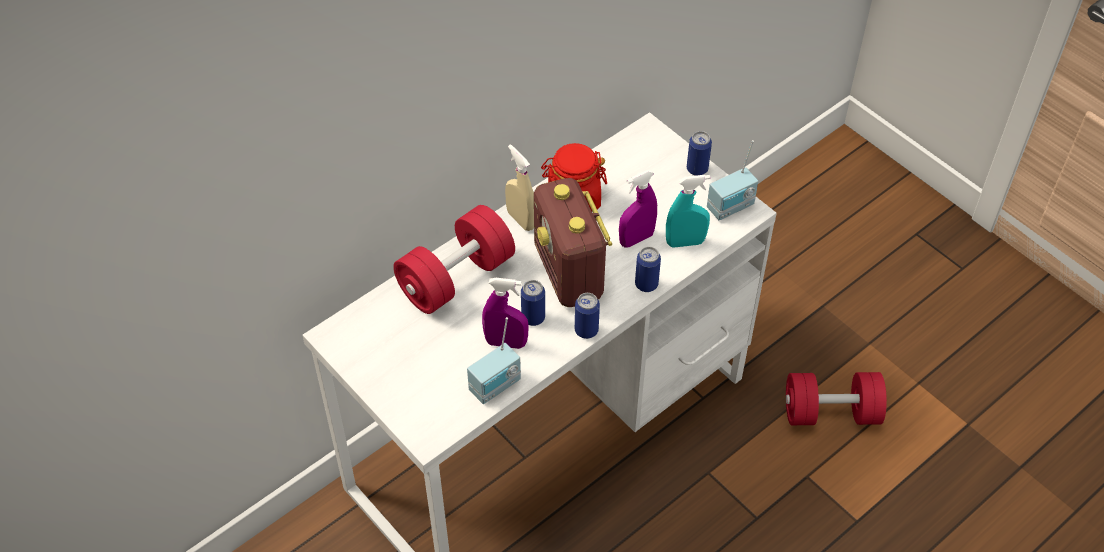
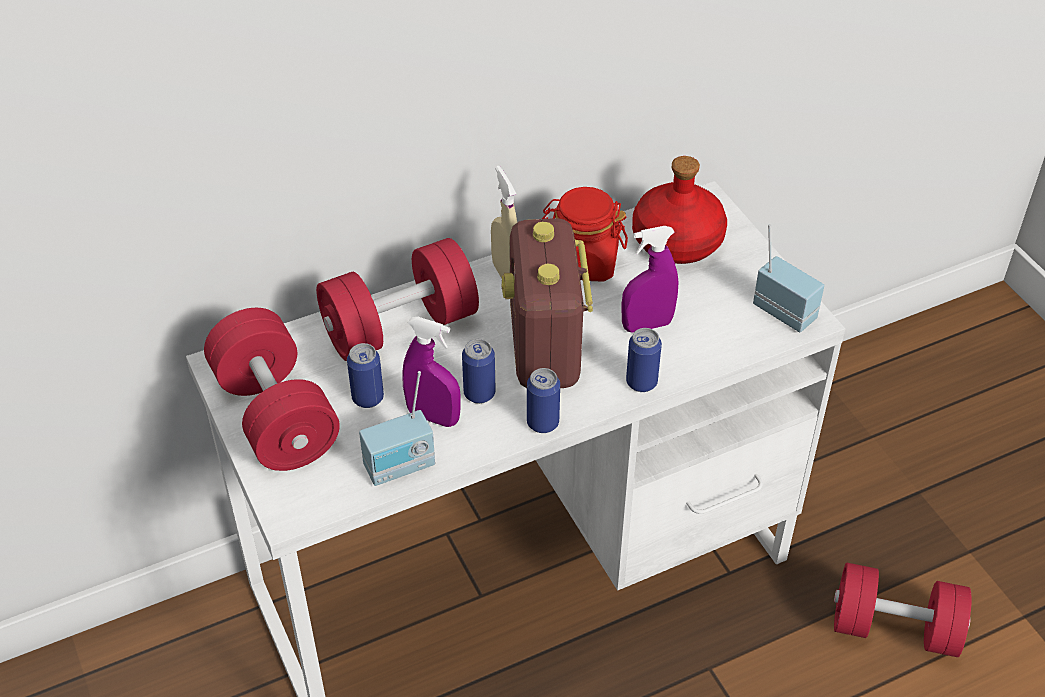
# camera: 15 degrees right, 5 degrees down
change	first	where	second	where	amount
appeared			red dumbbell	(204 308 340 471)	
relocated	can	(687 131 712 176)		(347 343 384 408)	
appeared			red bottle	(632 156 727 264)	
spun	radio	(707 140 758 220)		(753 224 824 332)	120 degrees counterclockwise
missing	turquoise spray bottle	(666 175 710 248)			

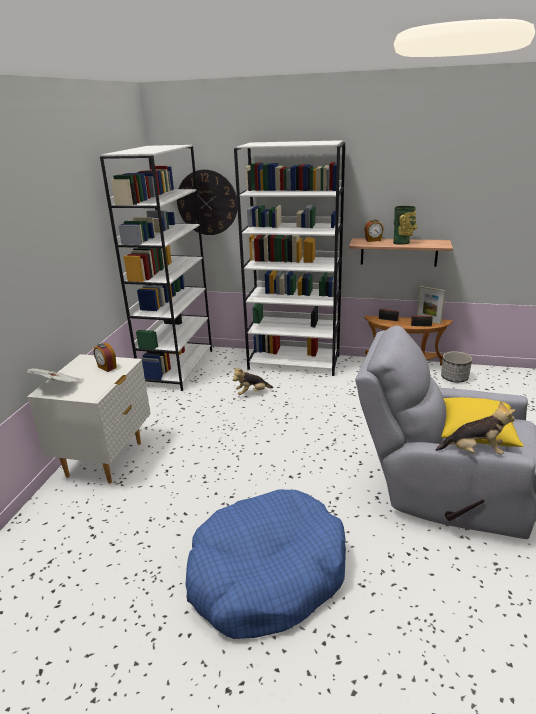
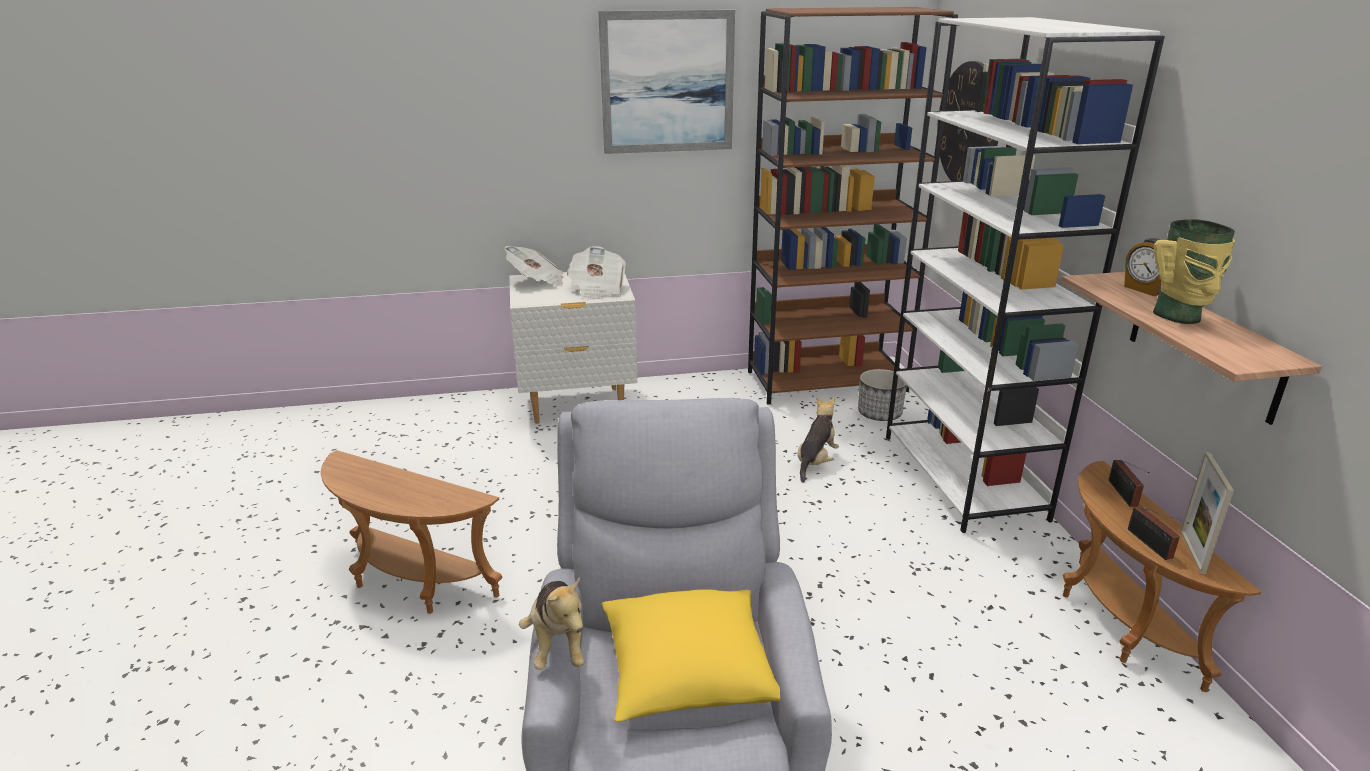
# camera: 65 degrees right, 0 degrees up
change	first	where	second	where	amount
exchanged	blue dog bed	(185 490 346 639)	brown side table	(321 450 502 614)	
exchanged	alarm clock	(93 343 117 372)	newspaper	(567 246 626 300)	
appeared			picture	(598 10 735 154)	
colour	white bookcase	(100 145 212 391)	brown bookcase	(748 7 958 405)	
spun	plush toy	(233 368 273 395)		(797 398 839 483)	75 degrees clockwise
relocated	planter	(441 351 472 383)		(858 369 907 421)	

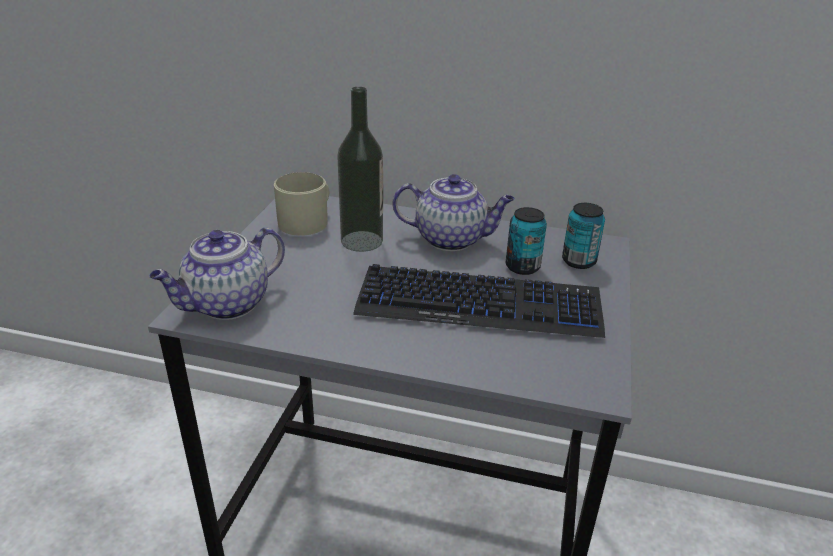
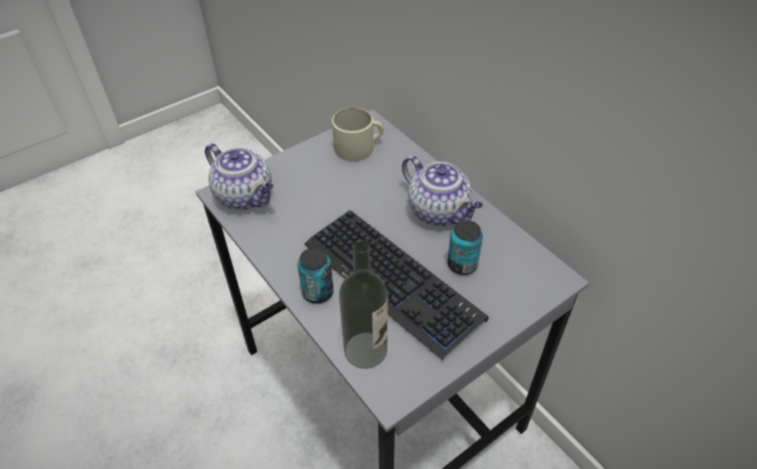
# camera: 40 degrees right, 15 degrees up
change	first	where	second	where	amount
spun	teapot	(149 228 285 320)		(205 143 273 210)	135 degrees counterclockwise
relocated	can	(562 203 605 269)		(297 248 334 304)	
relocated	bottle	(337 87 383 252)		(339 240 388 369)	

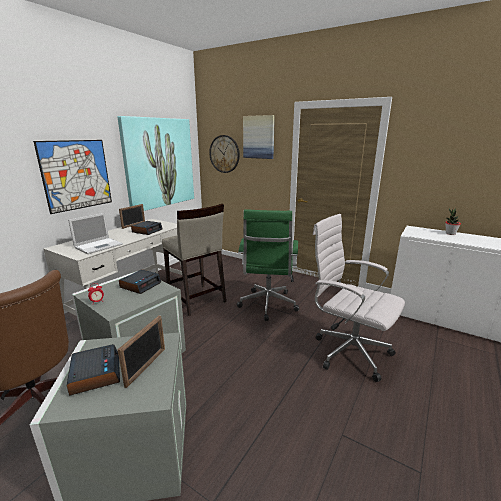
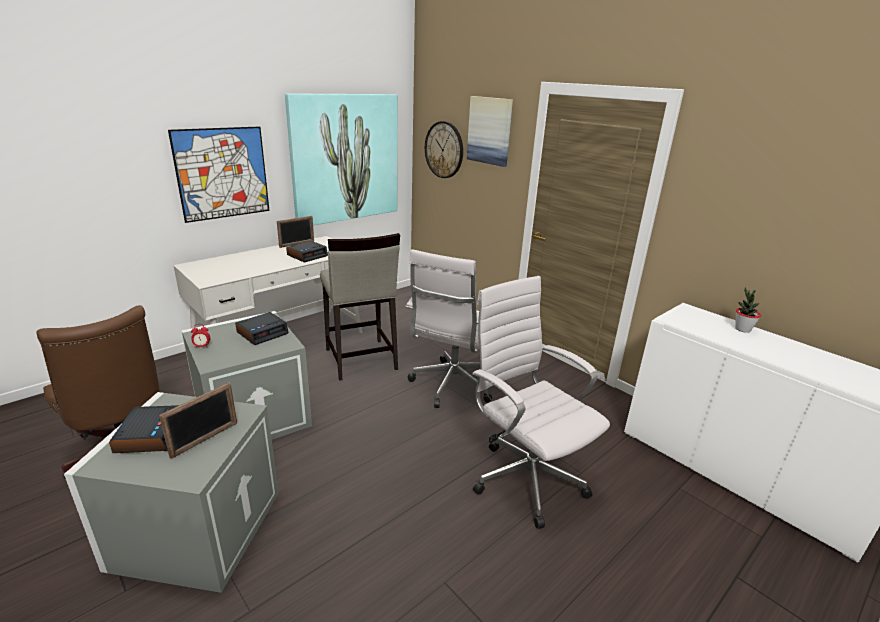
# camera: 15 degrees right, 5 degrees up
change	first	where	second	where	amount
colour	green office chair	(237 209 299 321)	white office chair	(405 249 492 408)	
missing	laptop	(68 213 123 254)			

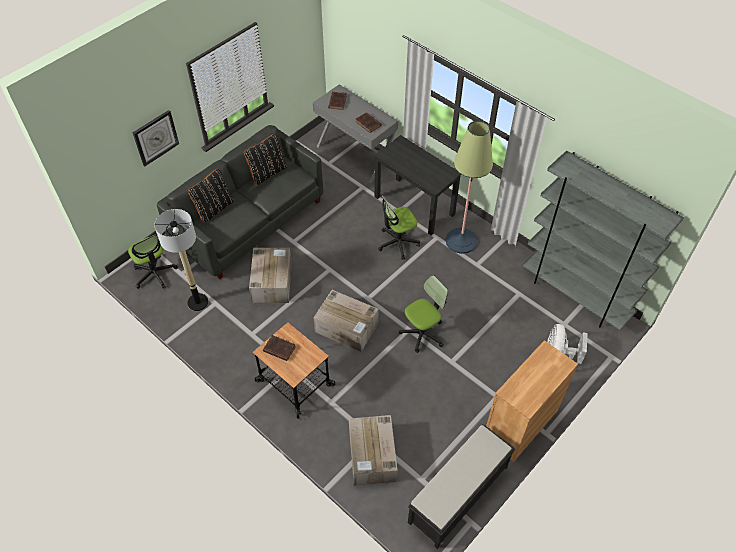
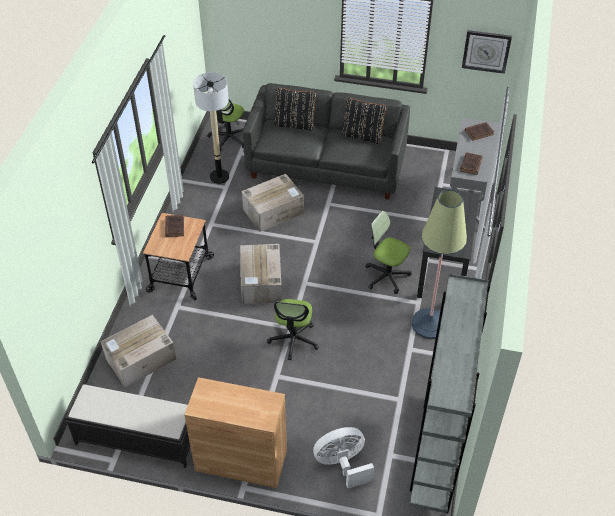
# camera: 60 degrees right, 5 degrees down
change	first	where	second	where	amount
spun	office chair	(399 275 448 353)		(267 299 319 360)	75 degrees clockwise
relocated	wall clock	(133 110 179 166)		(462 30 512 74)	

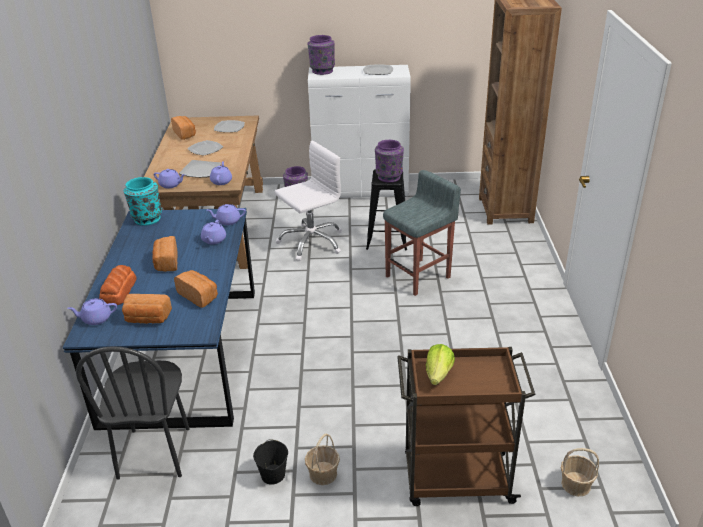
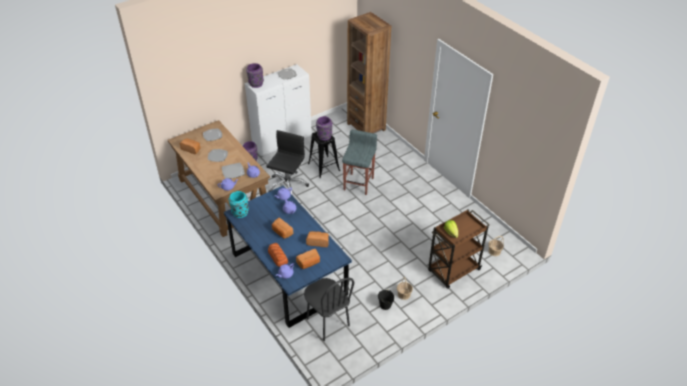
# camera: 35 degrees left, 10 degrees up
change	first	where	second	where	amount
colour	white office chair	(274 140 342 261)	black office chair	(266 130 309 196)	

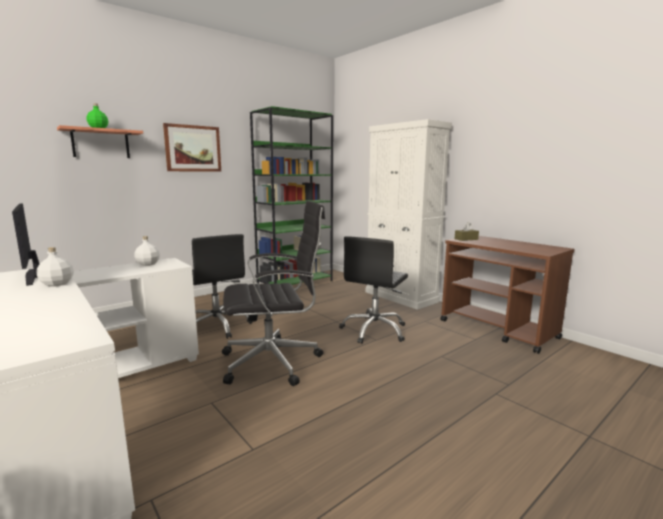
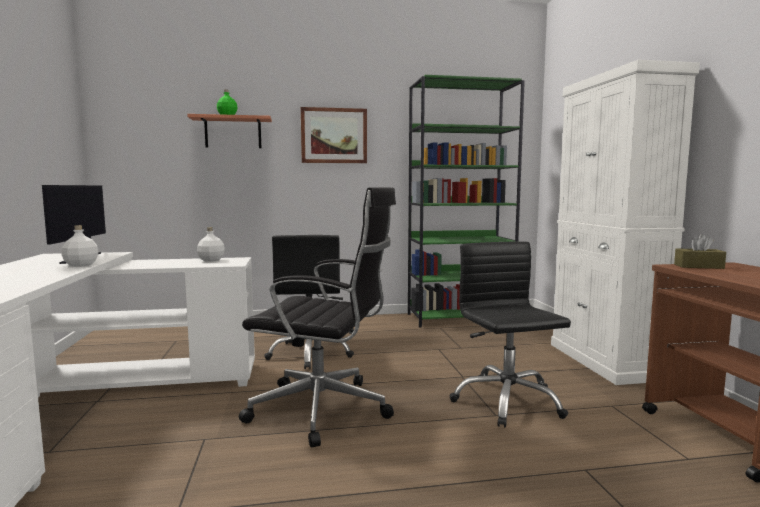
# camera: 30 degrees right, 5 degrees down
change	first	where	second	where	amount
spun	black office chair	(339 236 408 344)		(450 241 571 428)	105 degrees clockwise

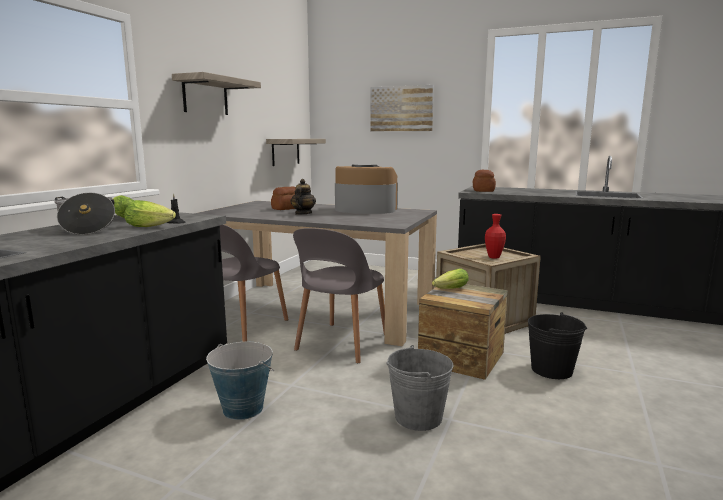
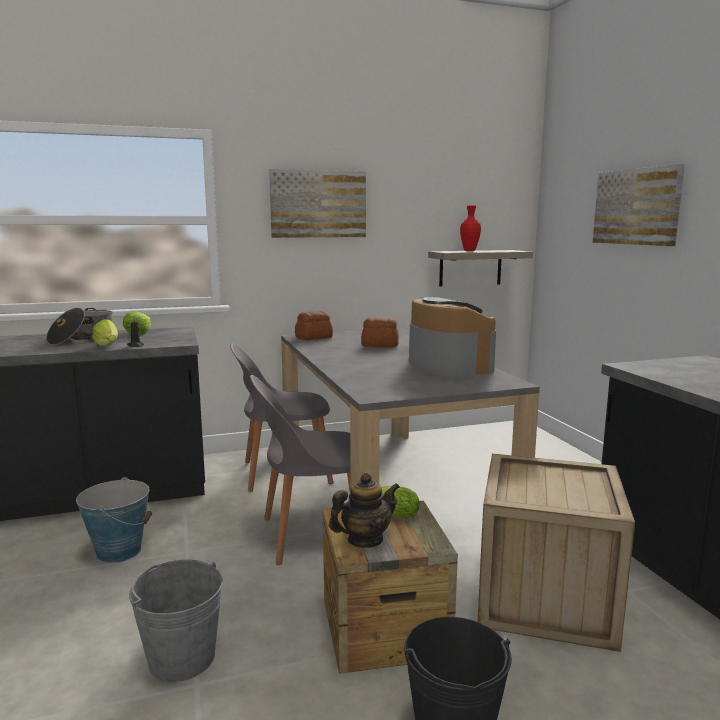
# camera: 50 degrees right, 0 degrees up
change	first	where	second	where	amount
exchanged	shelf	(172 72 261 115)	picture	(269 169 366 238)	
relocated	bread	(473 170 496 192)		(295 311 333 340)	
relocated	teapot	(290 179 316 215)		(329 472 400 548)	
relocated	red vase	(485 214 506 259)		(460 205 481 251)	

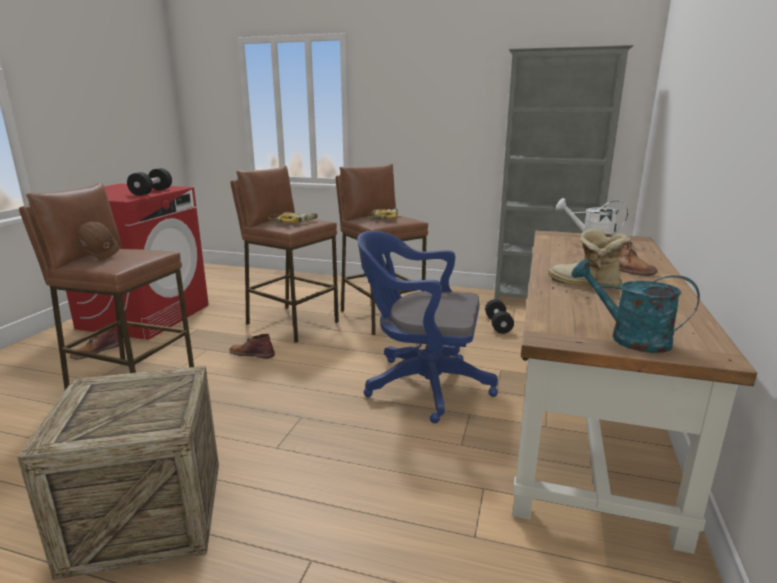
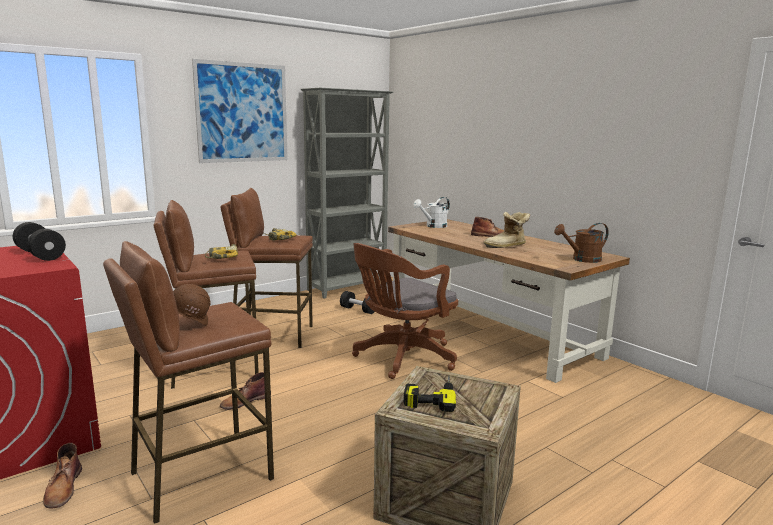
# camera: 55 degrees left, 5 degrees down
change	first	where	second	where	amount
appeared			picture	(192 59 288 163)	
colour	blue office chair	(357 231 498 423)	brown office chair	(352 243 458 379)	
appeared			power drill	(404 375 456 412)	
colour	turquoise watering can	(571 259 700 353)	brown watering can	(554 223 609 263)	

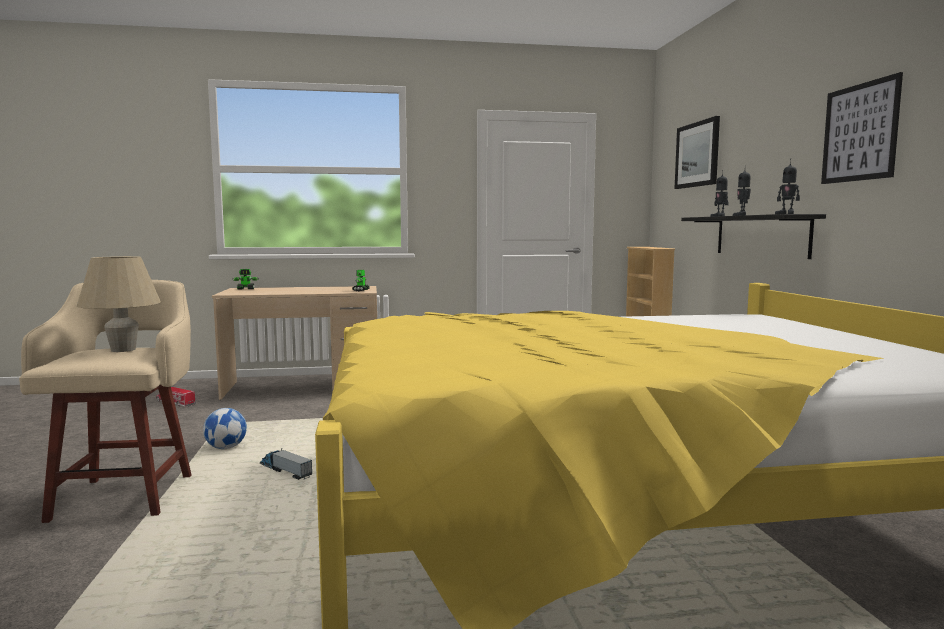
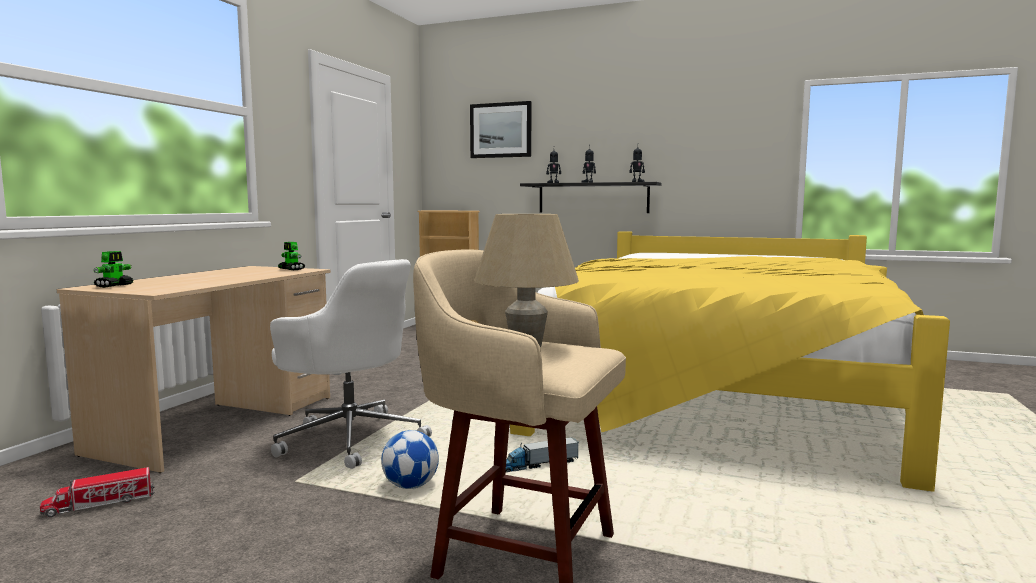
# camera: 60 degrees left, 0 degrees up
change	first	where	second	where	amount
appeared			white office chair	(270 259 432 469)	
missing	picture	(821 72 903 184)			

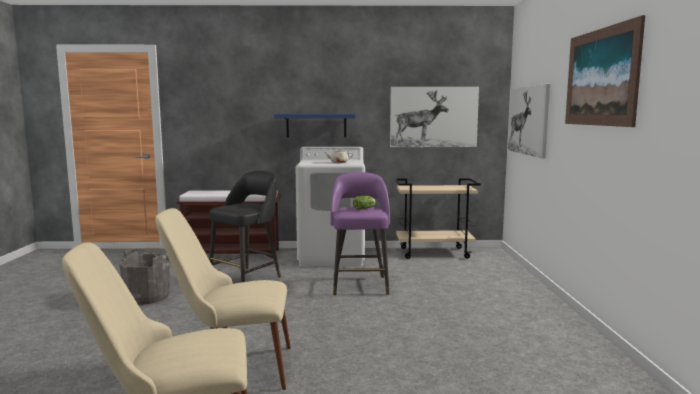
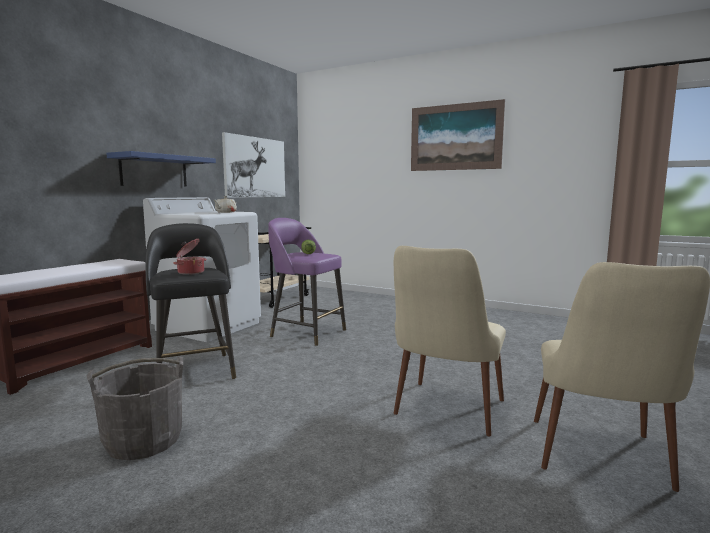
# camera: 60 degrees left, 0 degrees up
change	first	where	second	where	amount
appeared			cooking pot	(173 239 207 275)	
missing	picture	(508 84 550 158)			

